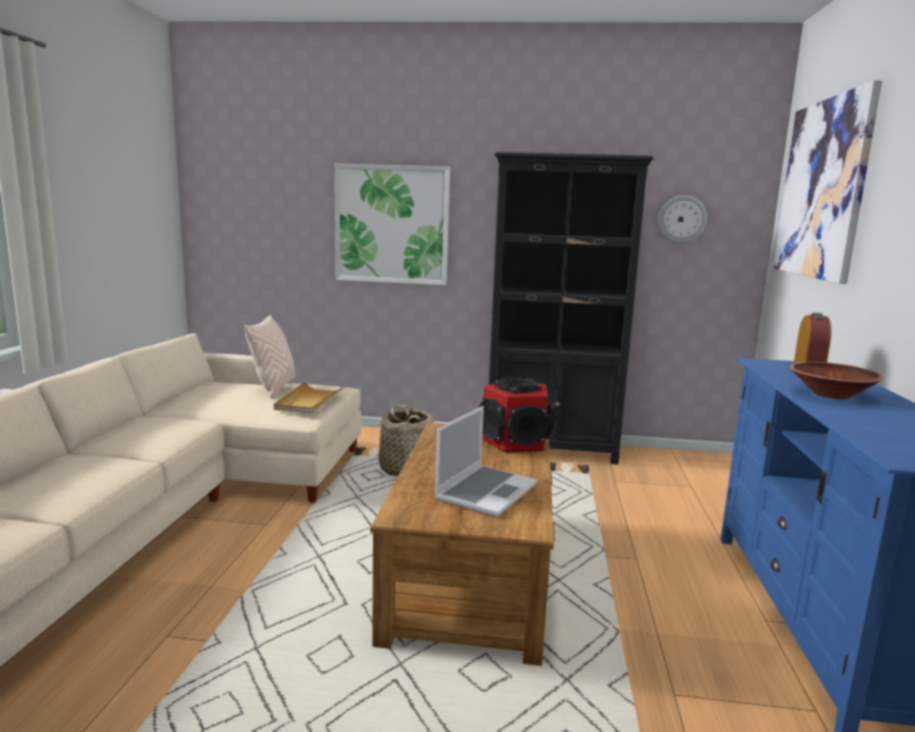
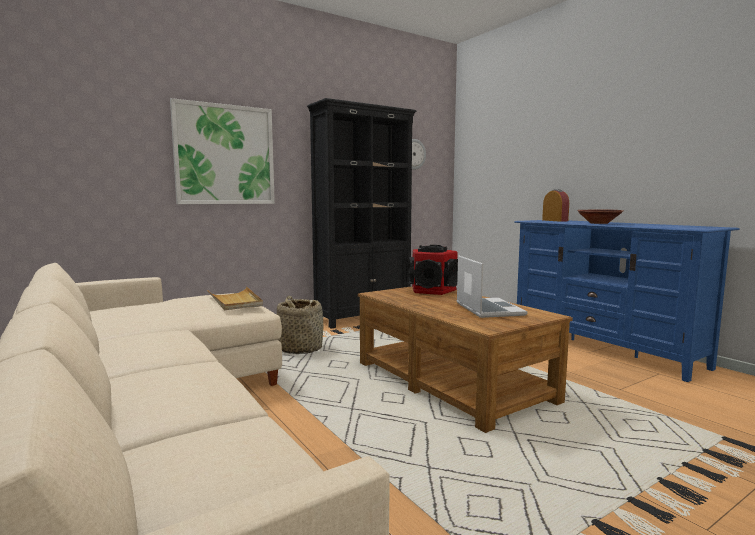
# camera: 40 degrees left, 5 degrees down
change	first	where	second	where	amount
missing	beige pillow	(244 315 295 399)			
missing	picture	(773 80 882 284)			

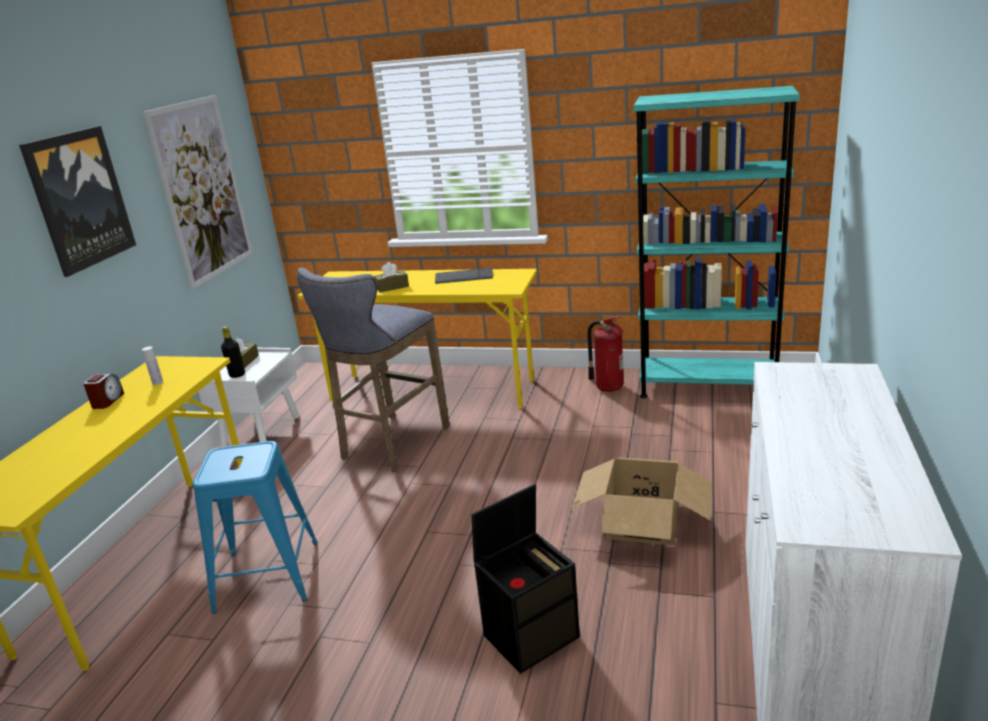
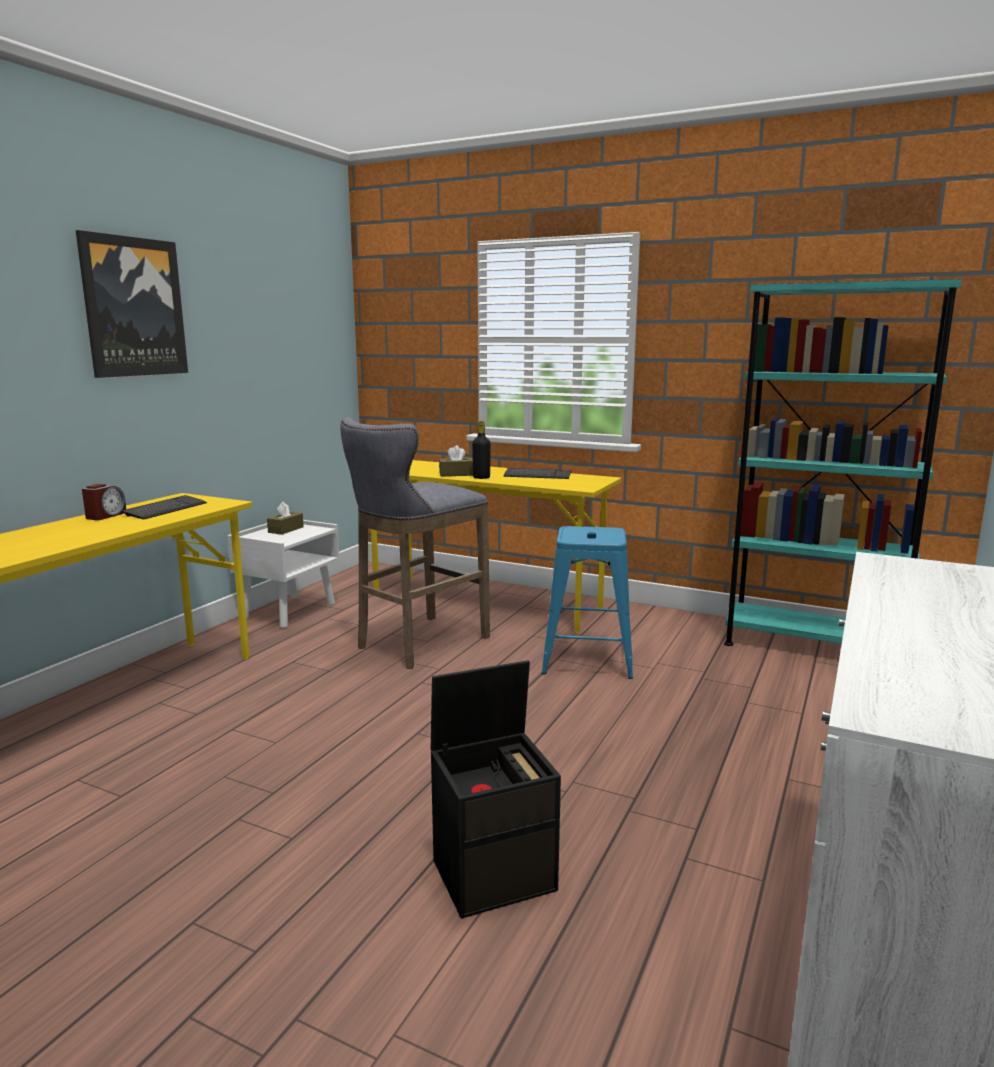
# camera: 10 degrees right, 10 degrees down
change	first	where	second	where	amount
exchanged	white bottle	(142 346 163 385)	keyboard	(122 495 207 520)	
relocated	black bottle	(221 326 245 378)		(472 421 491 479)	
relocated	blue stool	(193 441 318 614)		(542 526 633 679)	
missing	picture	(143 95 253 289)			
missing	cardboard box	(572 457 712 546)			
missing	fire extinguisher	(588 316 623 392)			

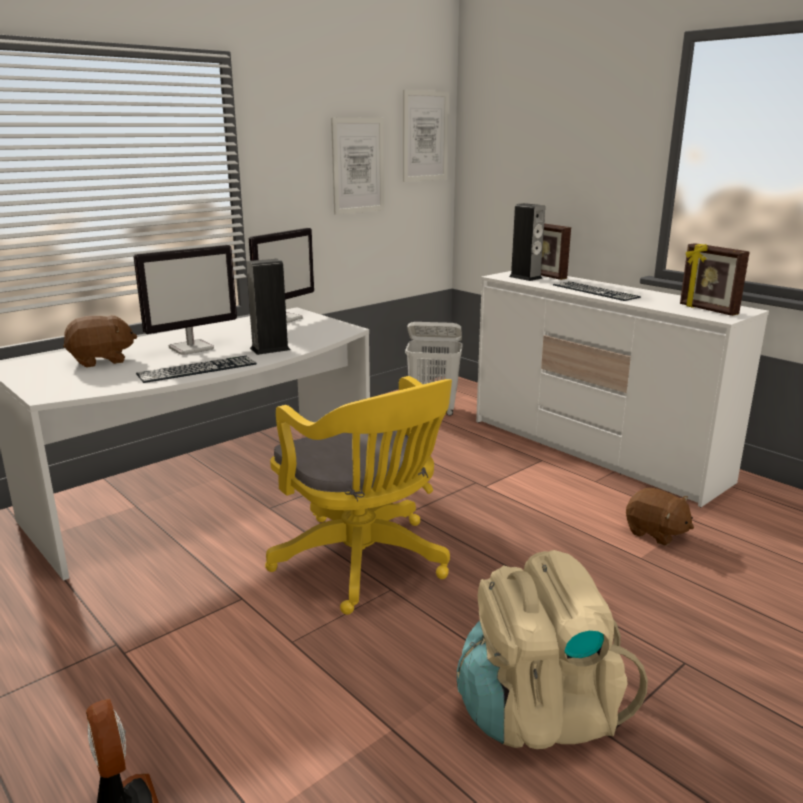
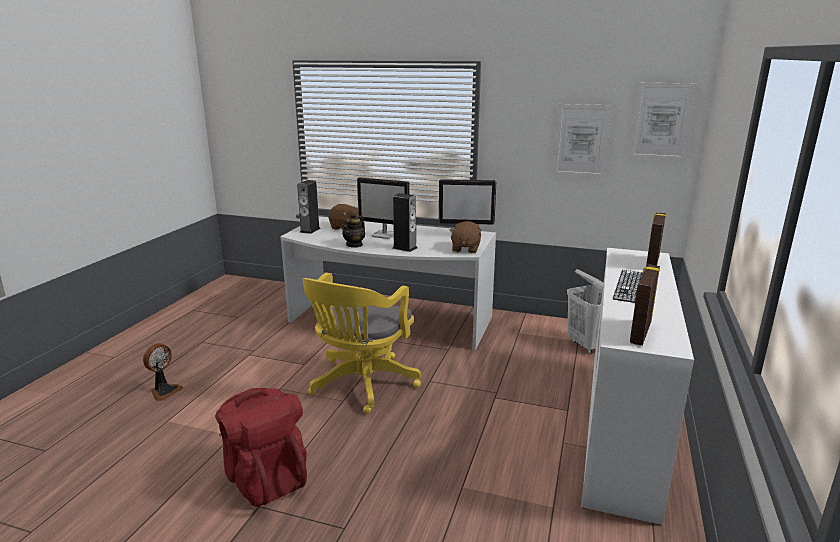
# camera: 60 degrees right, 0 degrees up
change	first	where	second	where	amount
colour	beige backpack	(457 550 648 749)	red backpack	(215 388 307 507)	
relocated	speaker	(509 203 545 281)		(297 180 321 234)	
exchanged	keyboard	(136 356 257 383)	teapot	(342 213 365 248)	
relocated	brown plush toy	(626 488 694 546)		(449 221 481 253)	

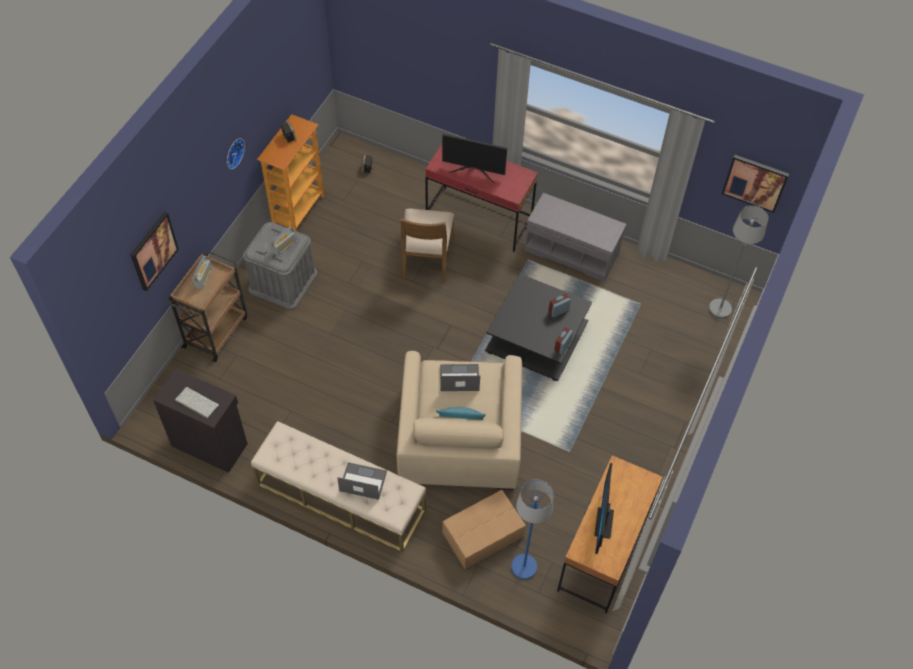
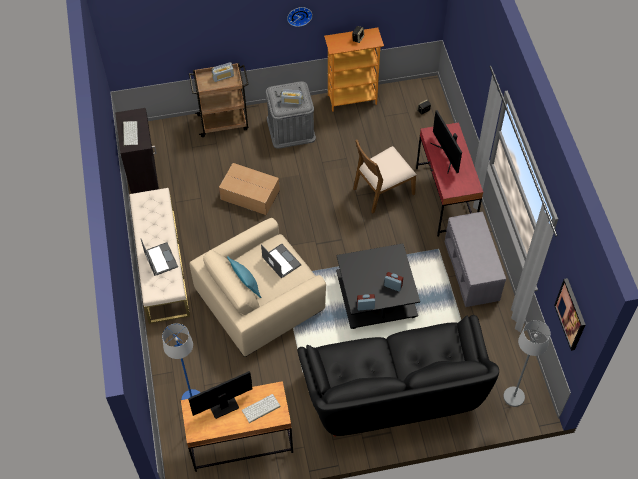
# camera: 55 degrees right, 0 degrees up
change	first	where	second	where	amount
relocated	cardboard box	(442 490 526 569)		(219 163 280 215)	
appeared			keyboard	(242 394 281 423)	
appeared			black sofa	(297 315 499 437)	
missing	picture	(130 212 179 291)			

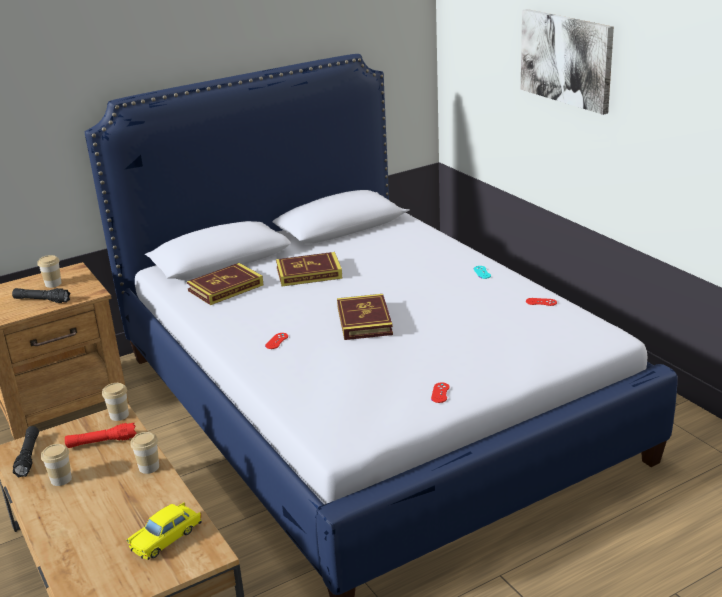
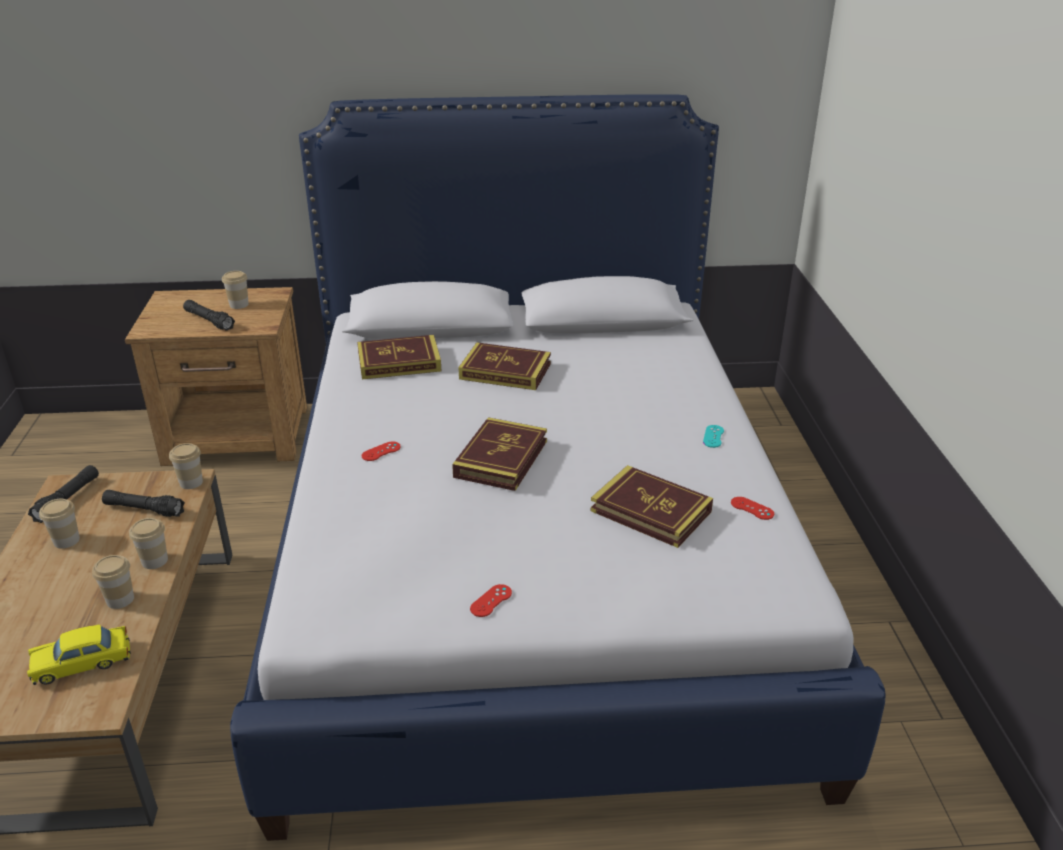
# camera: 25 degrees right, 5 degrees up
change	first	where	second	where	amount
appeared			cup	(92 555 134 609)	
colour	red flashlight	(65 423 136 448)	black flashlight	(102 490 185 517)	
appeared			book	(591 465 713 548)	
missing	picture	(521 9 614 115)			

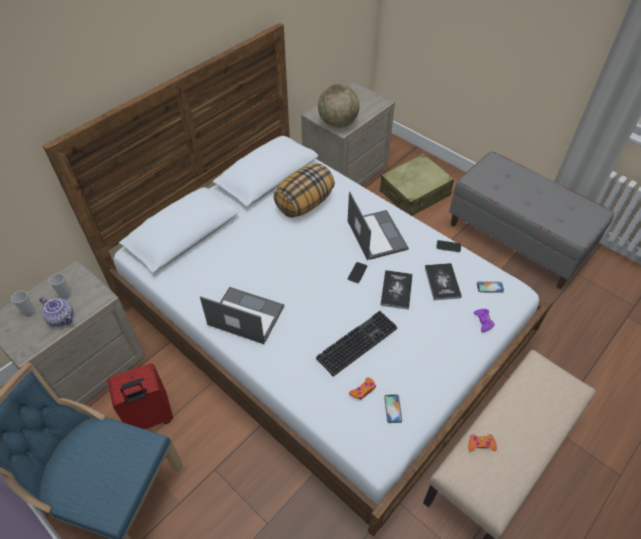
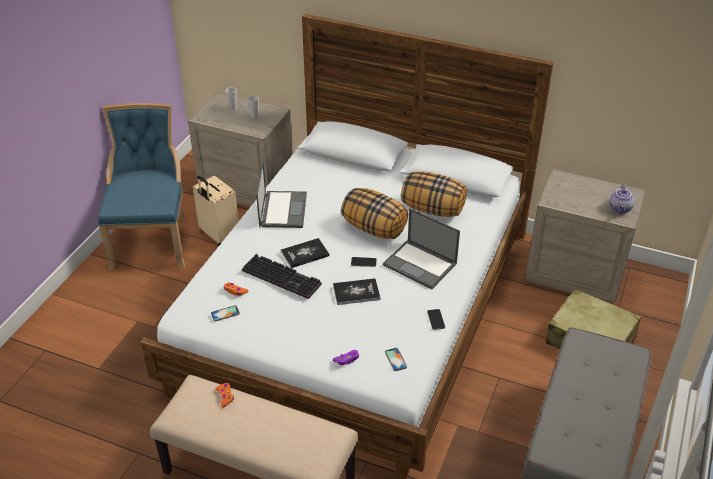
# camera: 70 degrees right, 10 degrees down
change	first	where	second	where	amount
colour	red suitcase	(108 363 173 430)	beige suitcase	(193 176 239 246)	
relocated	book	(425 263 462 300)		(281 238 330 268)	
appeared			pillow	(341 188 408 239)	
spun	laptop	(348 192 409 260)		(383 209 460 289)	75 degrees clockwise
relocated	teapot	(39 297 73 327)		(609 184 635 214)	
missing	globe	(318 84 360 128)			

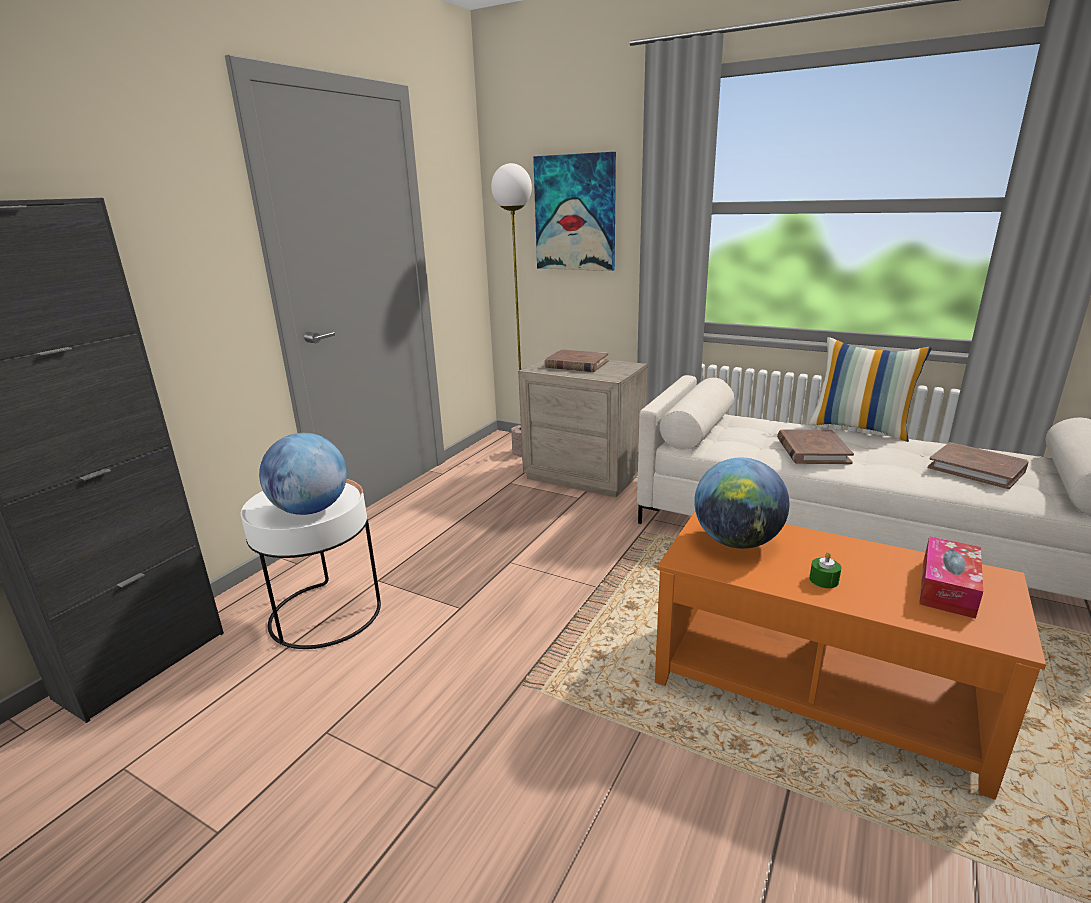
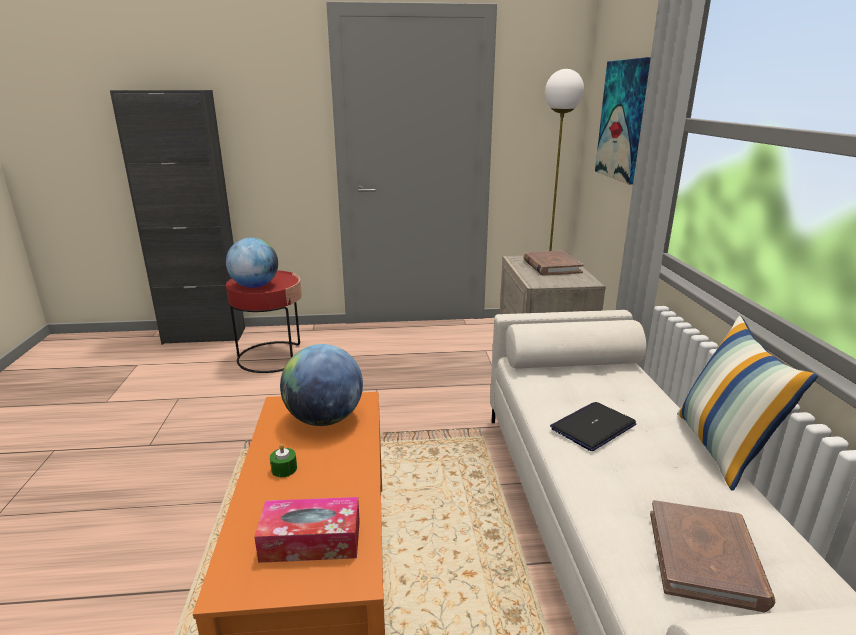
# camera: 55 degrees right, 0 degrees up
change	first	where	second	where	amount
colour	white side table	(241 479 381 649)	red side table	(226 270 302 373)	
exchanged	brown book	(777 429 854 464)	laptop	(550 402 636 451)	

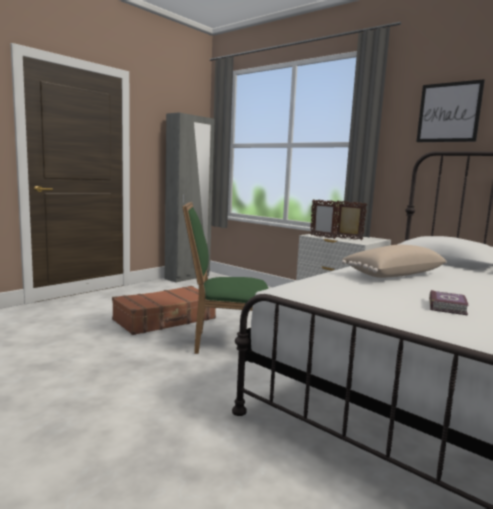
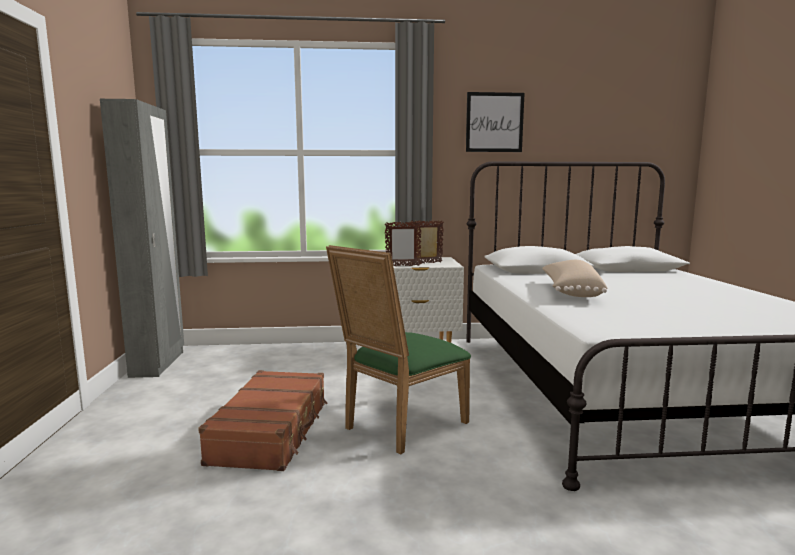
# camera: 45 degrees left, 0 degrees up
change	first	where	second	where	amount
missing	book	(429 290 469 316)			

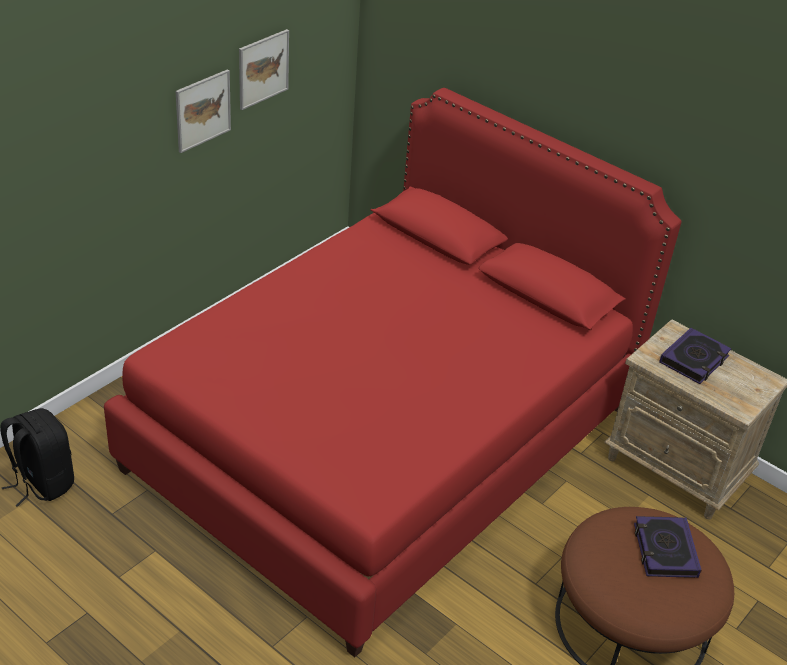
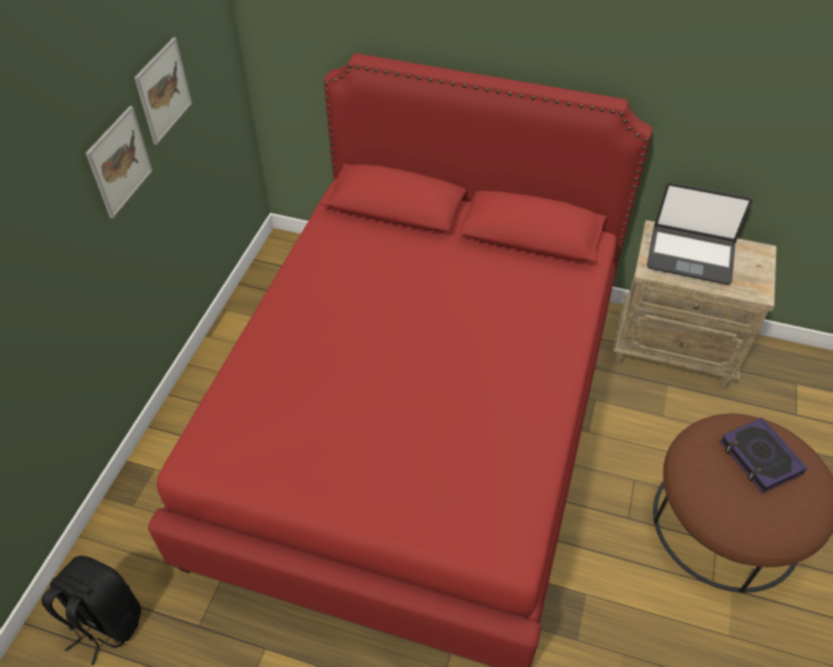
# camera: 20 degrees left, 10 degrees up
change	first	where	second	where	amount
exchanged	book	(659 328 732 384)	laptop	(647 182 752 285)	

